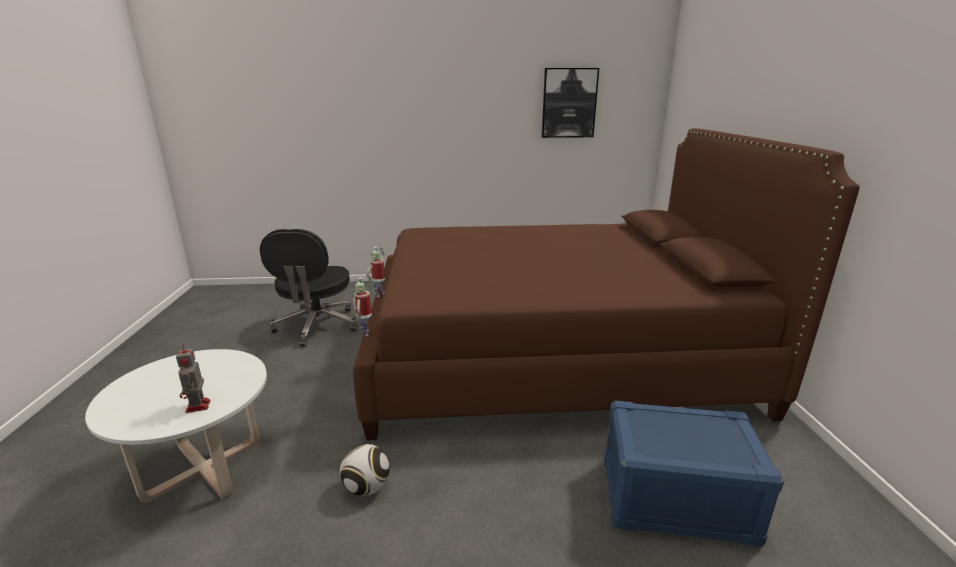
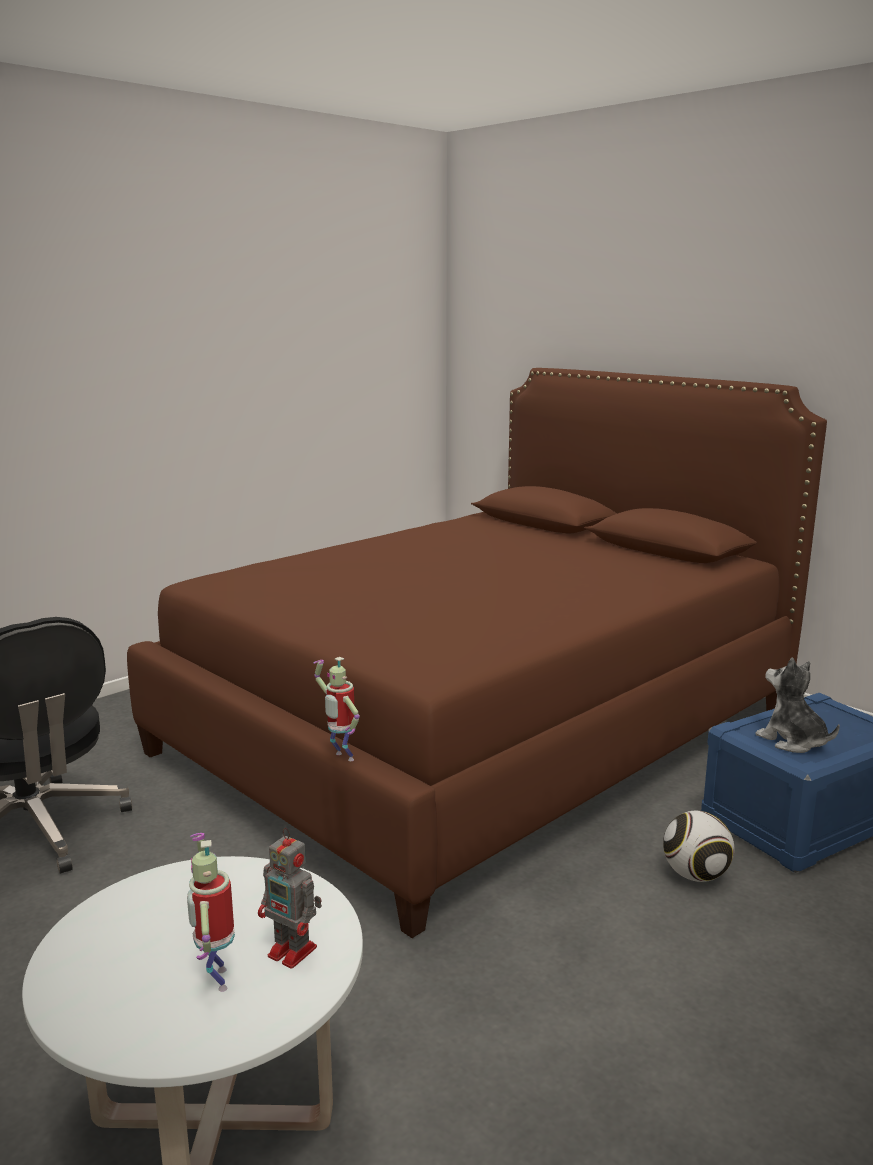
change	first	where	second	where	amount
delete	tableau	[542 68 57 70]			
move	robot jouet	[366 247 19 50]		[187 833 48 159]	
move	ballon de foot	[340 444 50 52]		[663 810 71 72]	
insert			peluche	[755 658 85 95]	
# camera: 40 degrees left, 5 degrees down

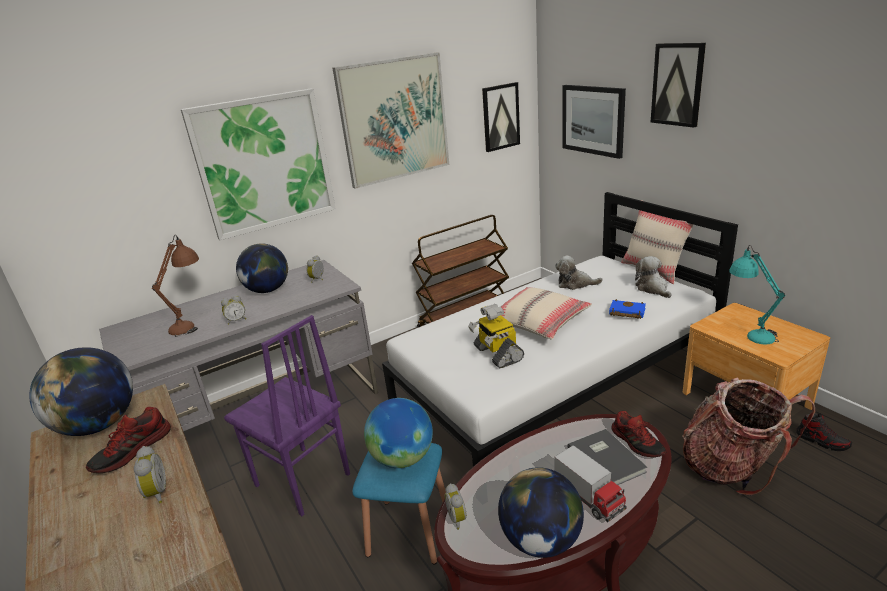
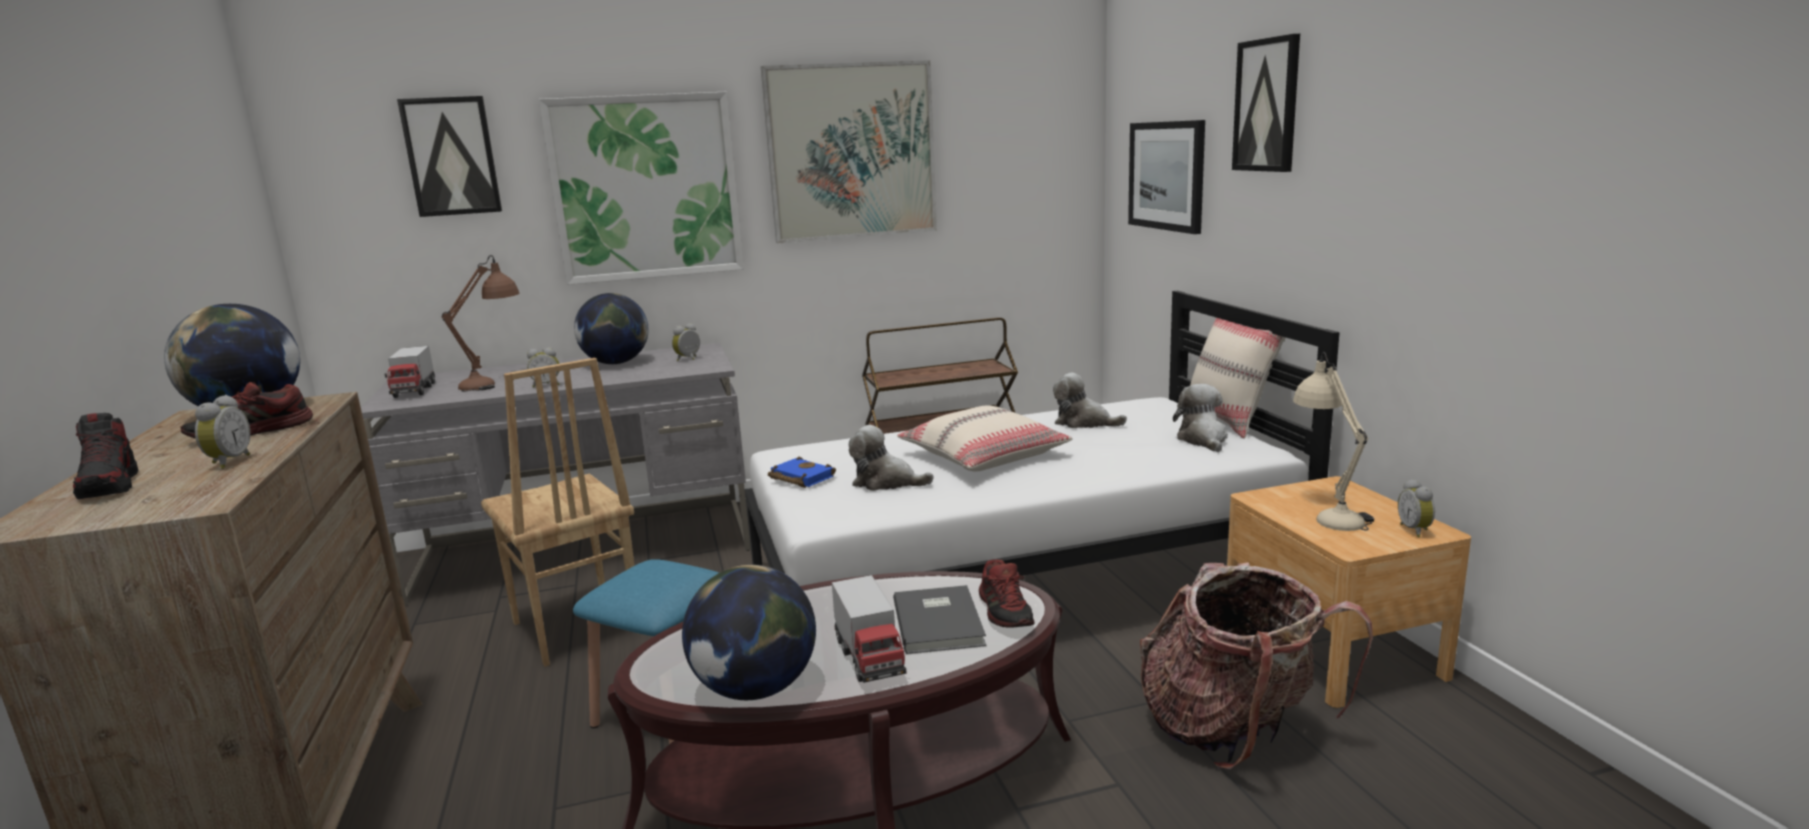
change	first	where	second	where	amount
move	tableau	[482 82 38 70]		[397 96 105 121]	
recolor	lampe de table (turquoise)	[729 245 56 100]	lampe de table (beige)	[1293 352 81 179]	
move	livre (bleu)	[609 299 37 20]		[768 456 68 32]	
replace	robot jouet	[468 304 56 64]	peluche	[849 425 85 66]	
recolor	chaise (violet)	[224 315 126 201]	chaise (marron)	[481 358 157 309]	
delete	globe	[364 398 69 70]			
move	chaussure	[796 413 56 38]		[73 413 65 86]	
move	réveil	[444 483 23 47]		[1398 479 37 58]	
insert			camion jouet	[384 346 51 52]	
# camera: 15 degrees right, 10 degrees down

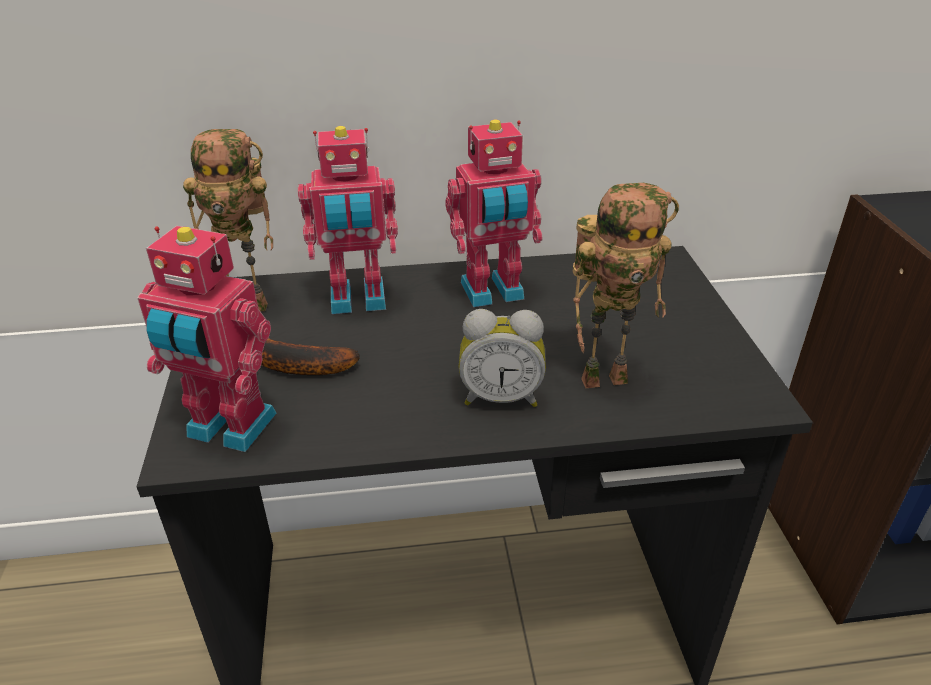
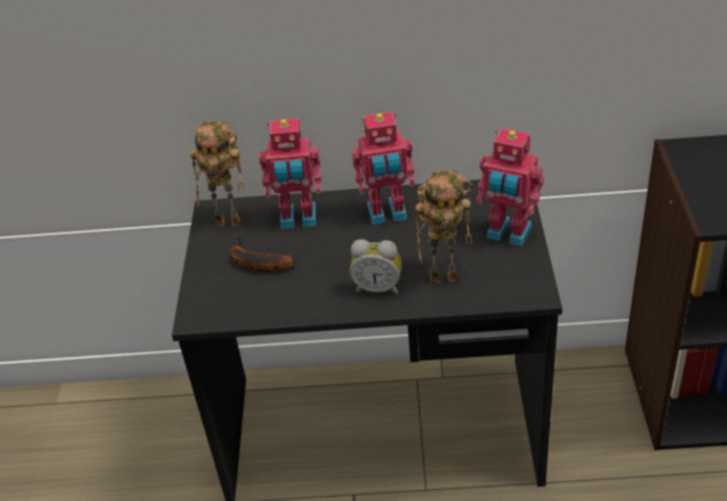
change	first	where	second	where	amount
move	robot jouet	[138 226 138 226]		[477 128 67 118]	
# camera: 10 degrees right, 5 degrees up

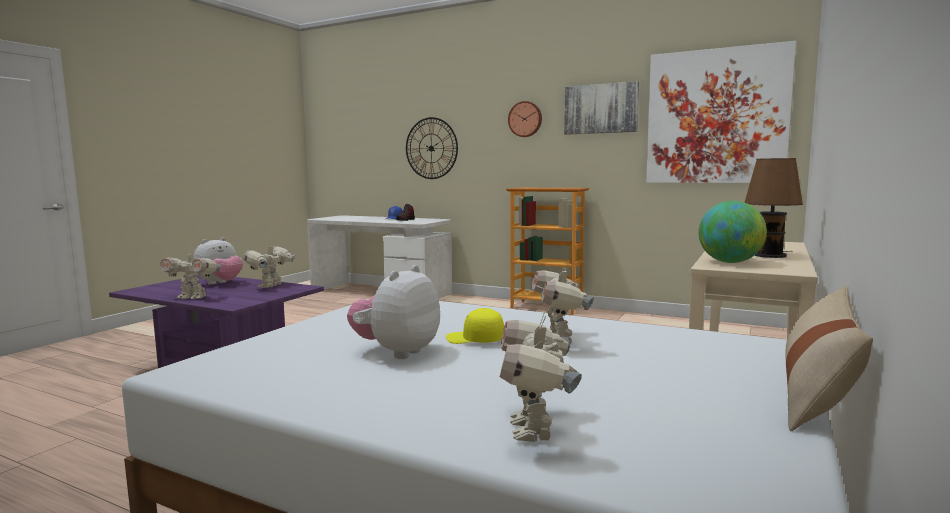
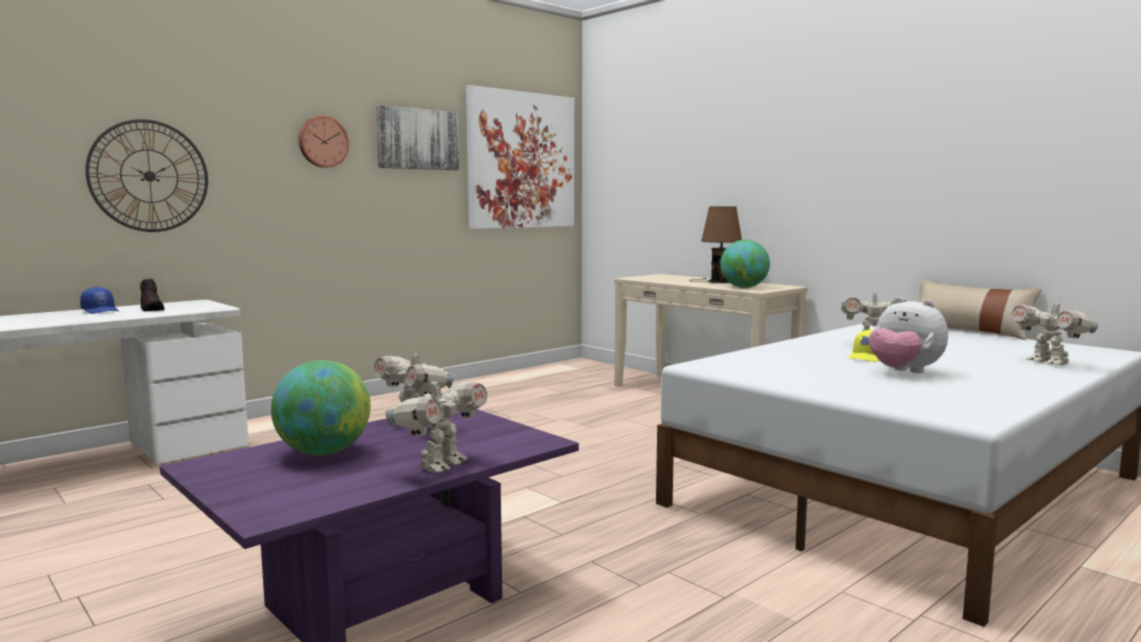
change	first	where	second	where	amount
delete	bibliothèque	[506 188 84 127]			
replace	peluche	[193 237 50 48]	globe	[271 360 99 95]	
rotate	robot jouet	[500 314 82 128]		[1011 297 88 68]	45 degrees clockwise
# camera: 70 degrees left, 0 degrees up

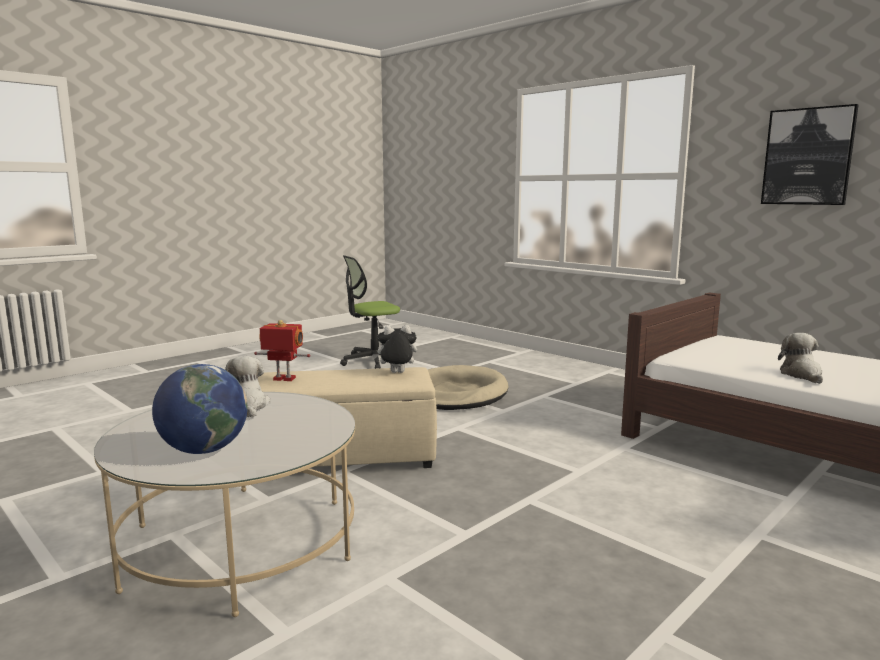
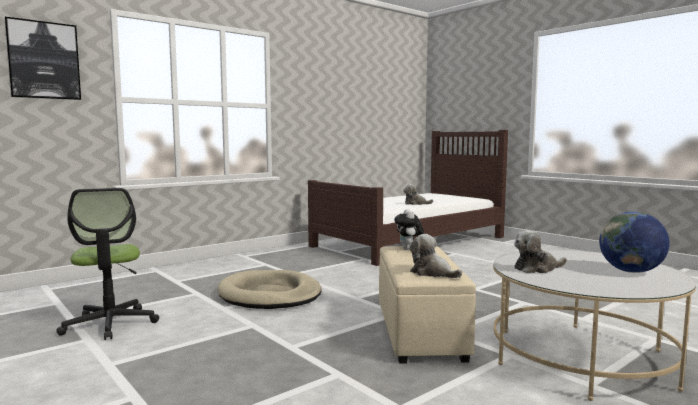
change	first	where	second	where	amount
move	tableau	[761 104 98 101]		[4 17 77 83]	
replace	robot jouet	[254 320 56 61]	peluche	[410 234 52 44]	
# camera: 85 degrees left, 5 degrees down

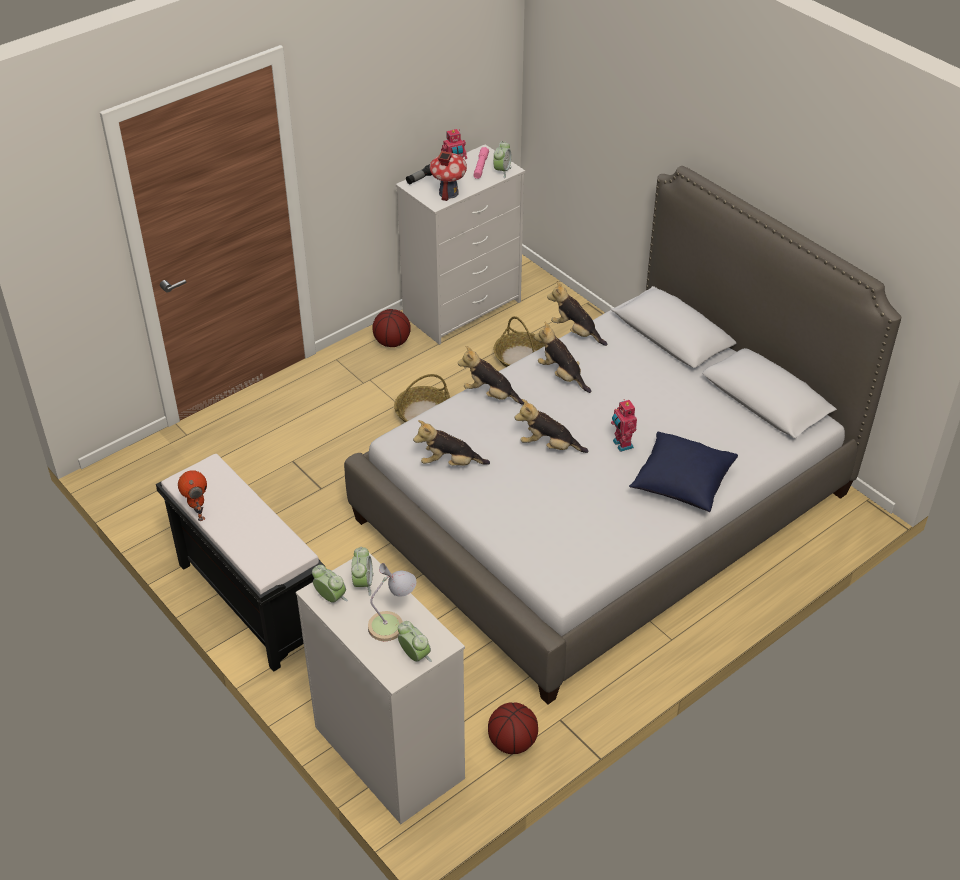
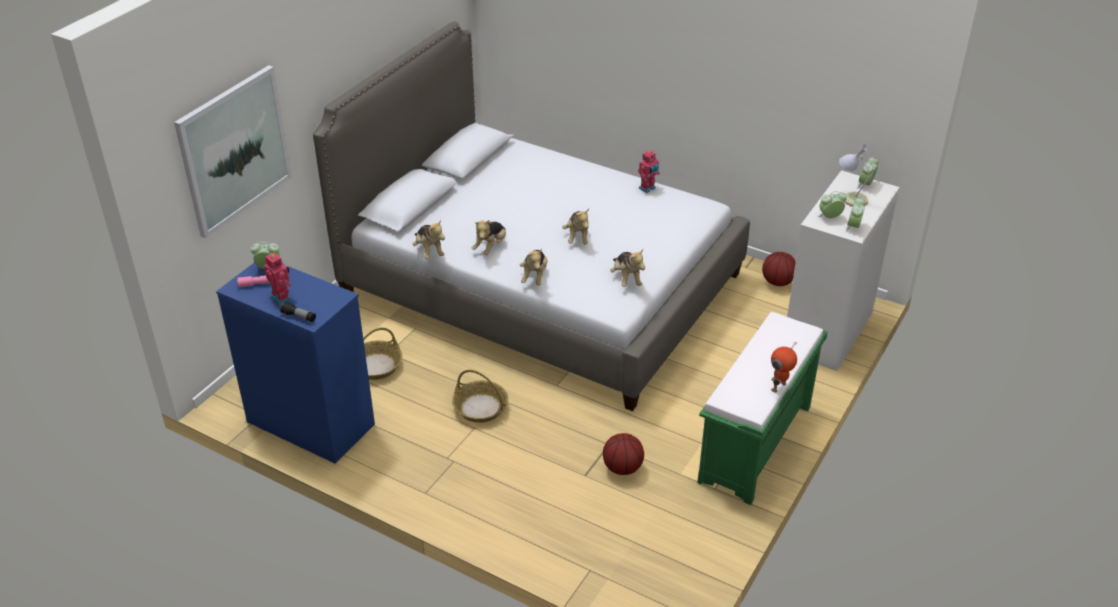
change	first	where	second	where	amount
recolor	commode (blanc)	[396 145 129 200]	commode (bleu)	[216 263 159 201]	
delete	maison miniature	[430 151 37 50]			
rotate	peluche	[547 281 60 65]		[412 220 33 39]	45 degrees counterclockwise
move	ballon de basket	[372 309 39 38]		[603 433 41 42]	
move	robot jouet	[611 399 26 53]		[638 150 22 43]	
delete	coussin (bleu)	[629 432 109 80]			
recolor	banc (noir)	[156 454 169 218]	banc (vert)	[697 312 131 193]	
insert			tableau	[174 65 118 174]	
# camera: 110 degrees left, 5 degrees down

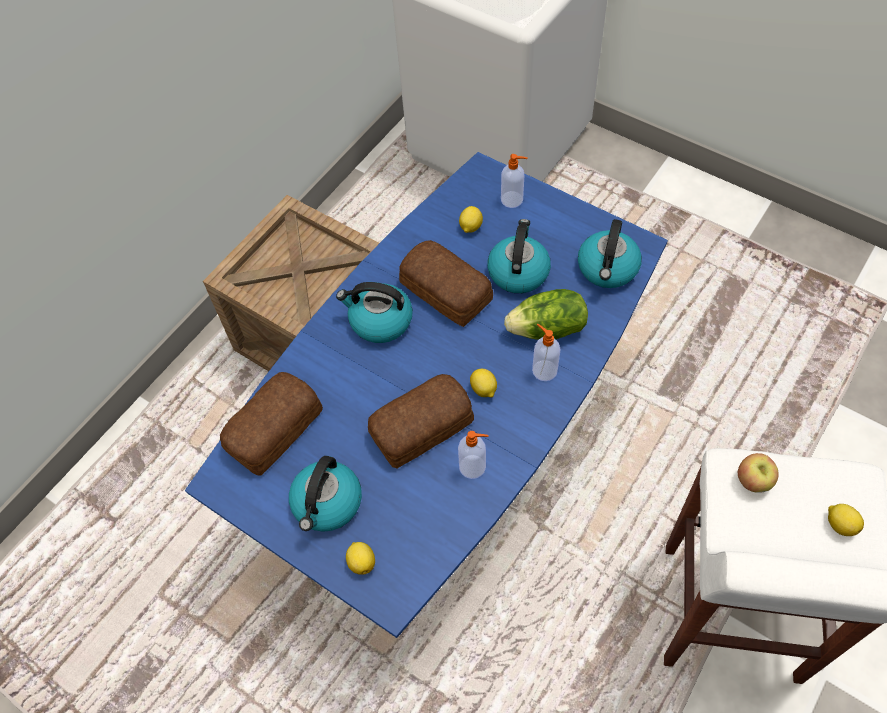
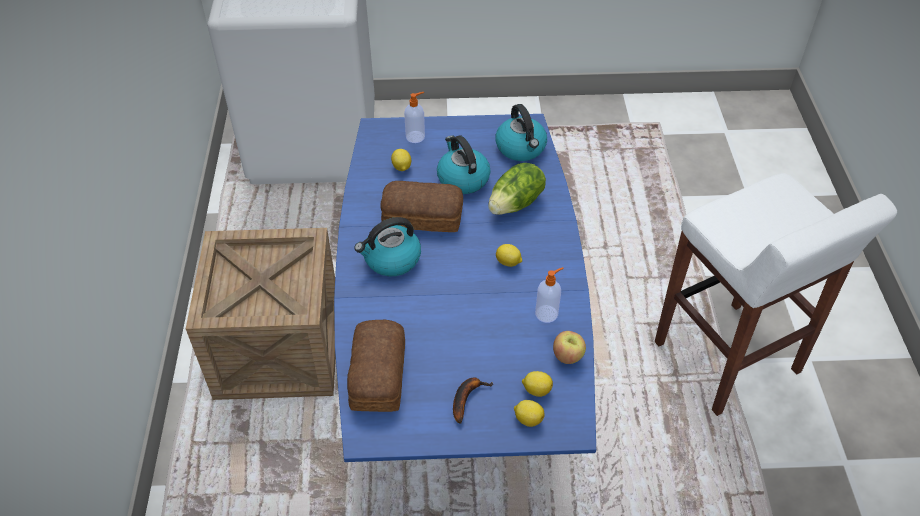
change	first	where	second	where	amount
delete	distributeur de savon	[532 324 29 57]			
delete	pain	[368 374 106 94]			
move	pomme	[738 453 41 40]		[553 331 33 33]	
replace	bouilloire	[289 456 73 76]	banane	[453 378 41 45]	
move	citron	[828 504 36 32]		[522 371 31 26]	
# camera: 40 degrees left, 10 degrees down

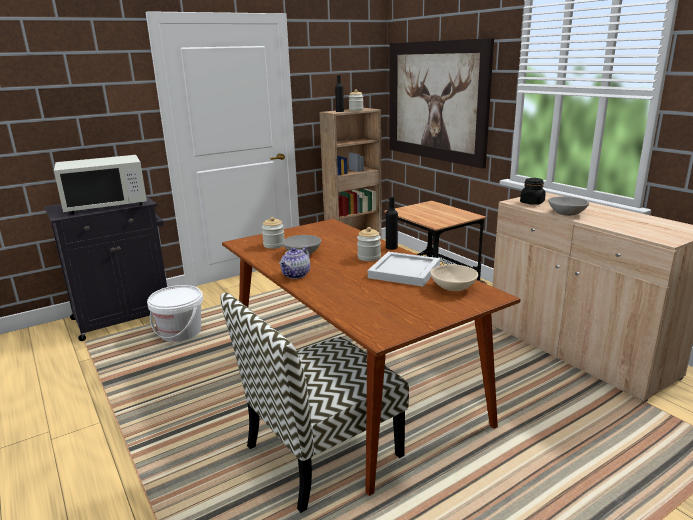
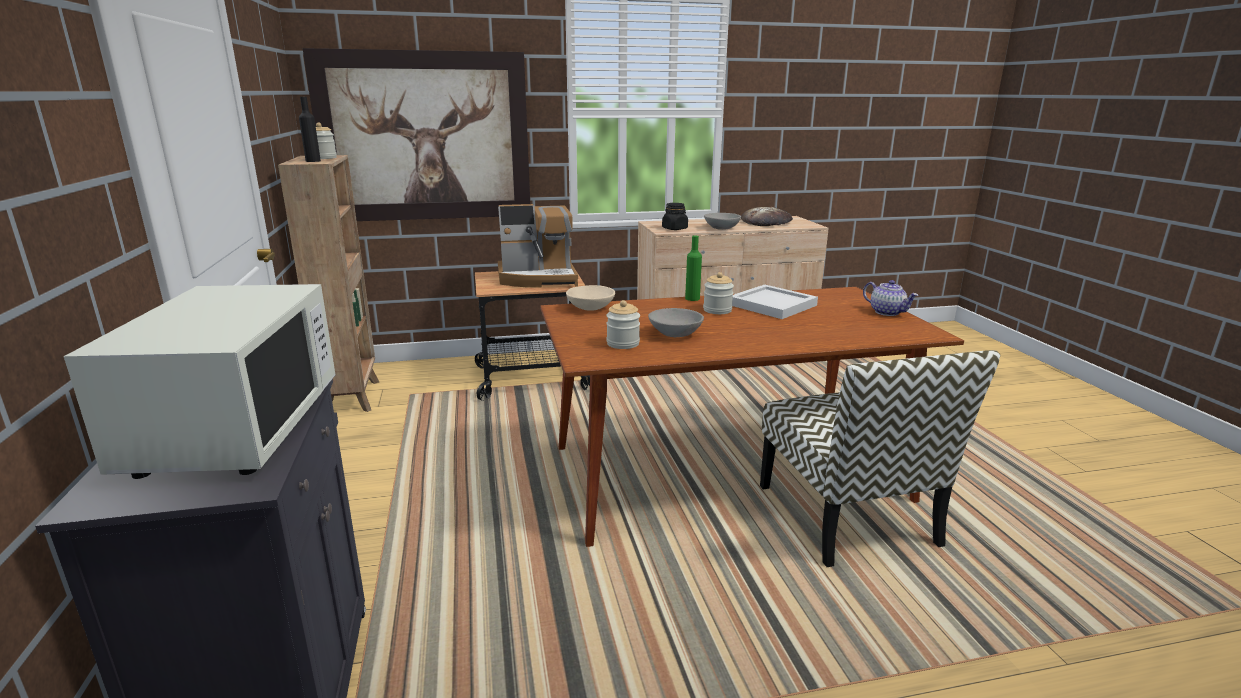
change	first	where	second	where	amount
recolor	bouteille (noir)	[386 196 12 54]	bouteille (vert)	[685 236 17 65]	
move	théière	[279 247 31 32]		[863 280 55 36]	
move	bol (beige)	[430 264 48 27]		[566 285 49 26]	
delete	seau (blanc)	[147 285 56 57]			
insert			machine à café	[498 204 80 84]	
insert			pain	[741 207 52 19]	
# camera: 70 degrees left, 0 degrees up

